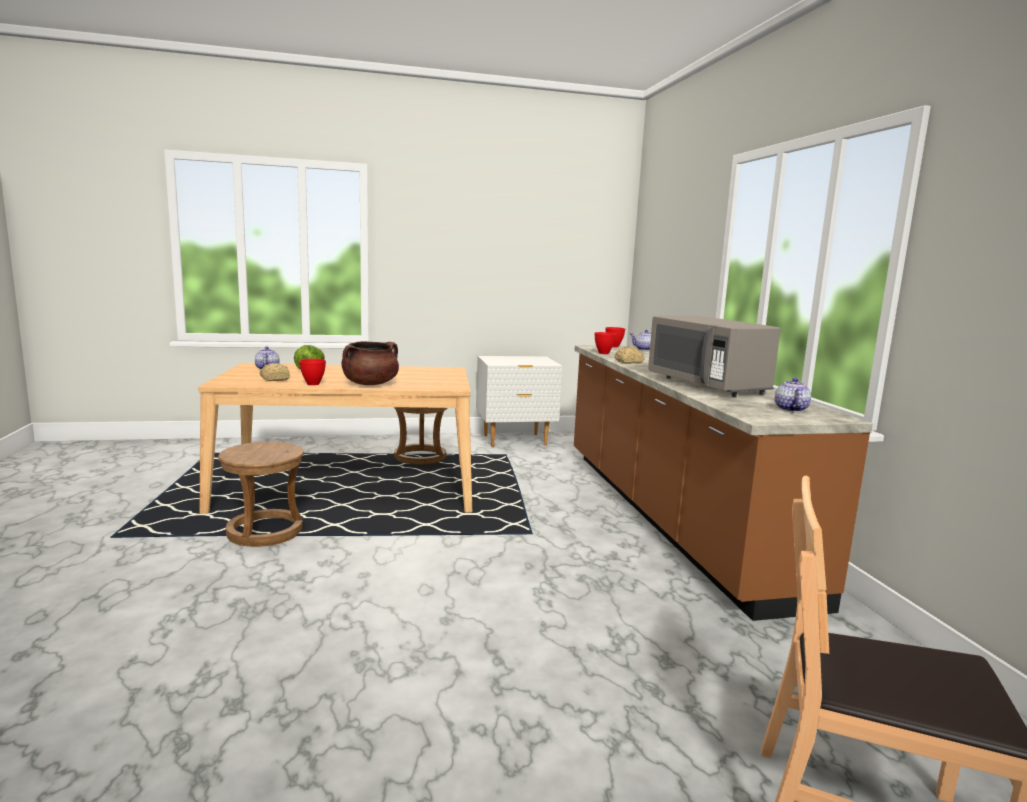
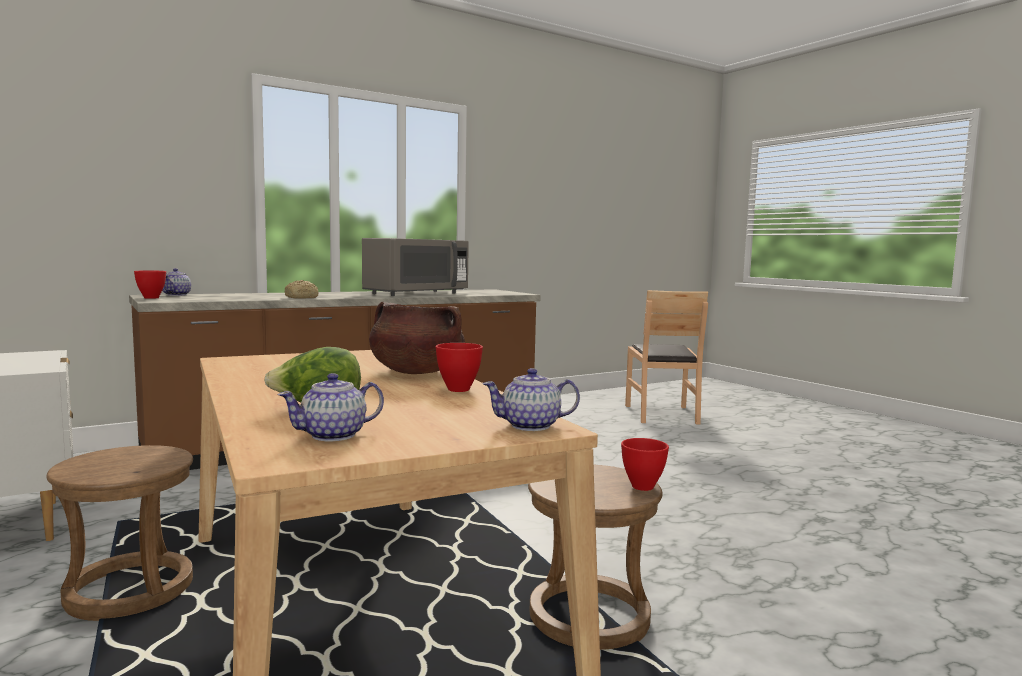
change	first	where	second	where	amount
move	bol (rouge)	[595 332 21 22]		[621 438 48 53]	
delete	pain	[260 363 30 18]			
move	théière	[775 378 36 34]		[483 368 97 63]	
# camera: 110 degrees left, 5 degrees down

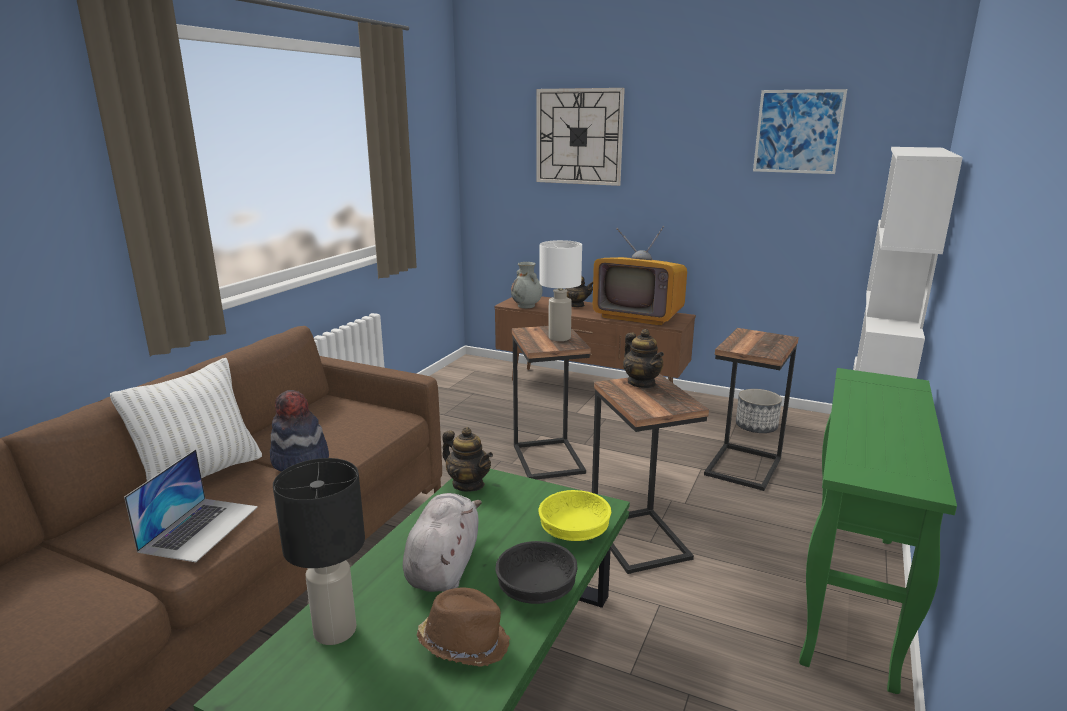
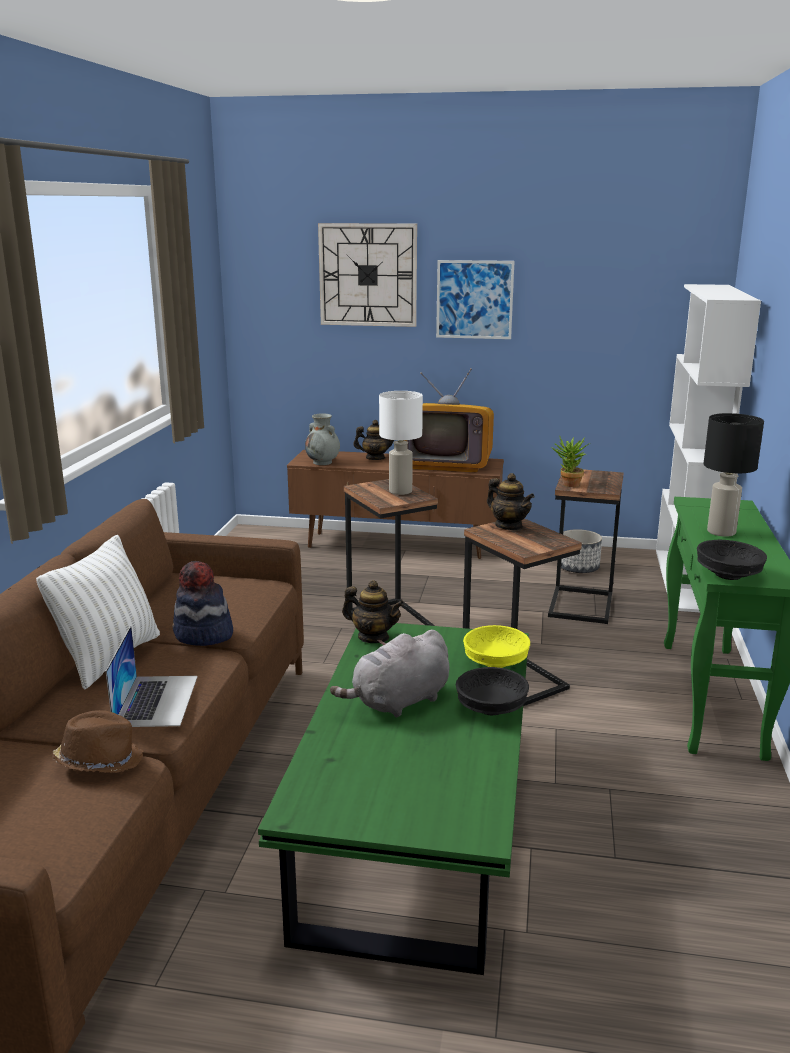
change	first	where	second	where	amount
move	tableau	[753 89 94 85]		[436 260 79 79]	
move	lampe de table (noir)	[273 458 92 187]		[703 413 61 124]	
rotate	peluche (gris)	[403 493 79 99]		[330 630 119 88]	120 degrees counterclockwise
move	chapeau (marron)	[417 587 94 80]		[52 710 92 63]	
insert			plante en pot	[551 435 40 52]	
insert			bol (noir)	[697 540 70 40]	
# camera: 15 degrees left, 0 degrees up

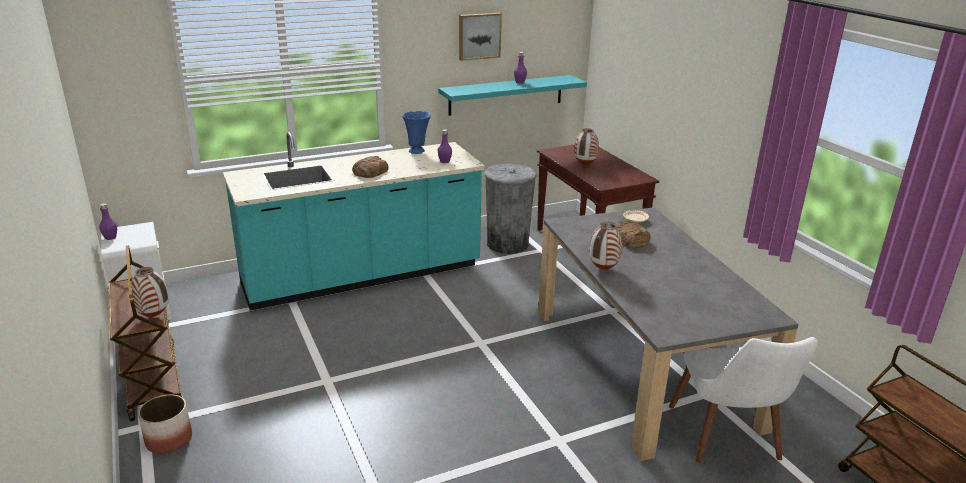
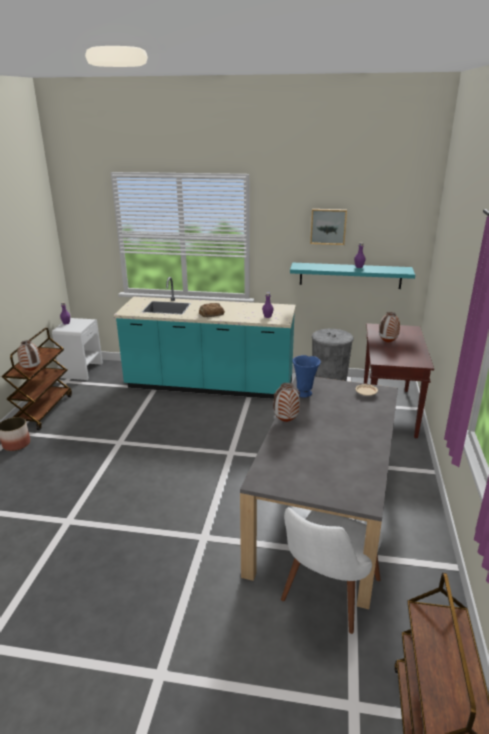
change	first	where	second	where	amount
move	vase (bleu)	[402 111 29 43]		[292 355 29 43]	
delete	pain	[616 221 35 28]			
# camera: 35 degrees right, 0 degrees up

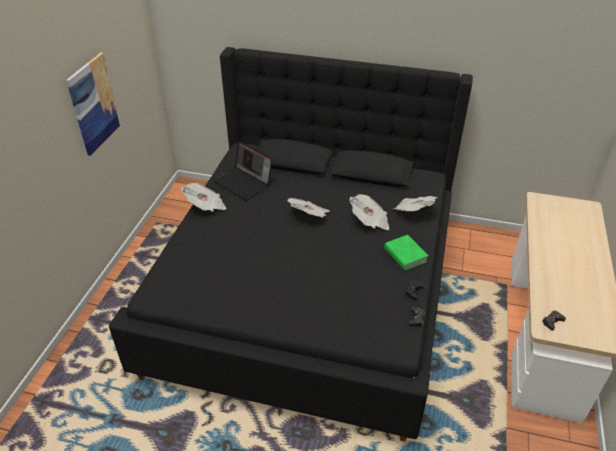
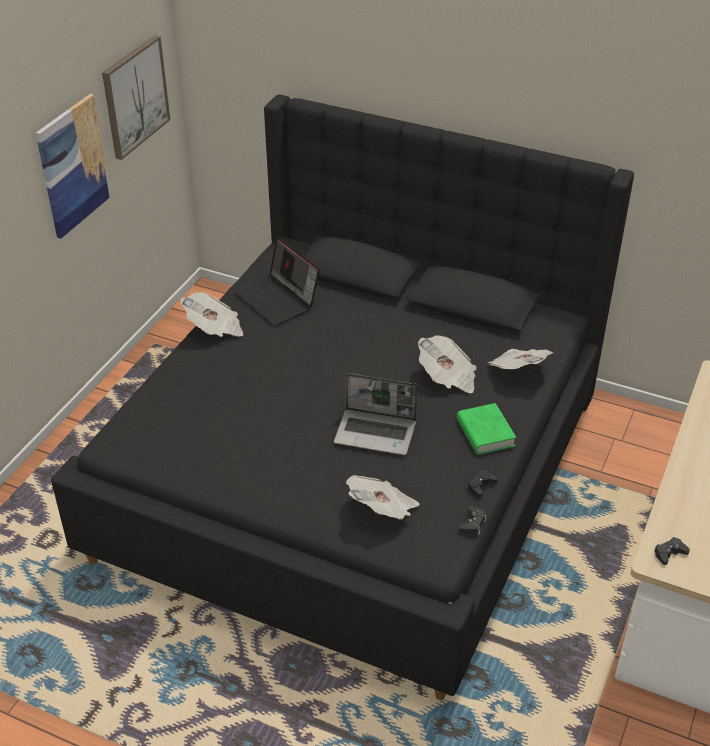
change	first	where	second	where	amount
move	journal	[287 198 42 19]		[346 475 74 45]	
insert			tableau	[102 35 68 125]	
insert			ordinateur portable	[334 373 84 82]	
# camera: 10 degrees right, 0 degrees up

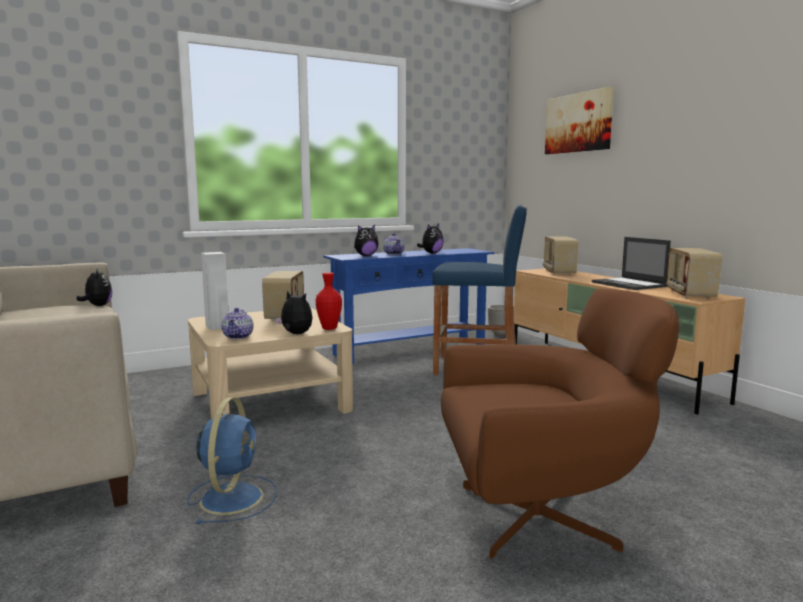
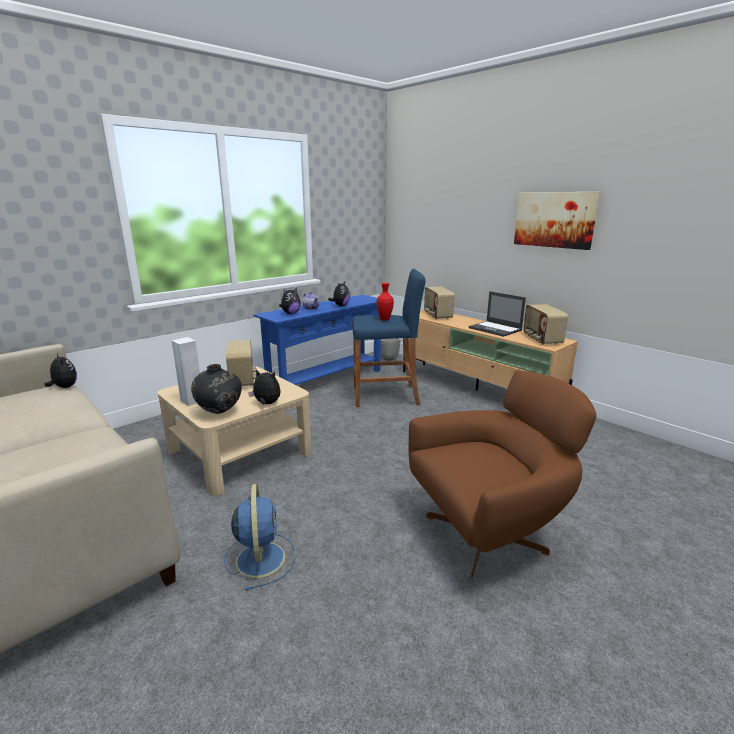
change	first	where	second	where	amount
move	tableau	[545 87 69 67]		[514 192 86 58]	
move	vase (rouge)	[316 272 26 58]		[377 283 17 37]	
replace	théière	[222 308 31 31]	vase (noir)	[191 364 51 50]	
# camera: 15 degrees left, 10 degrees up

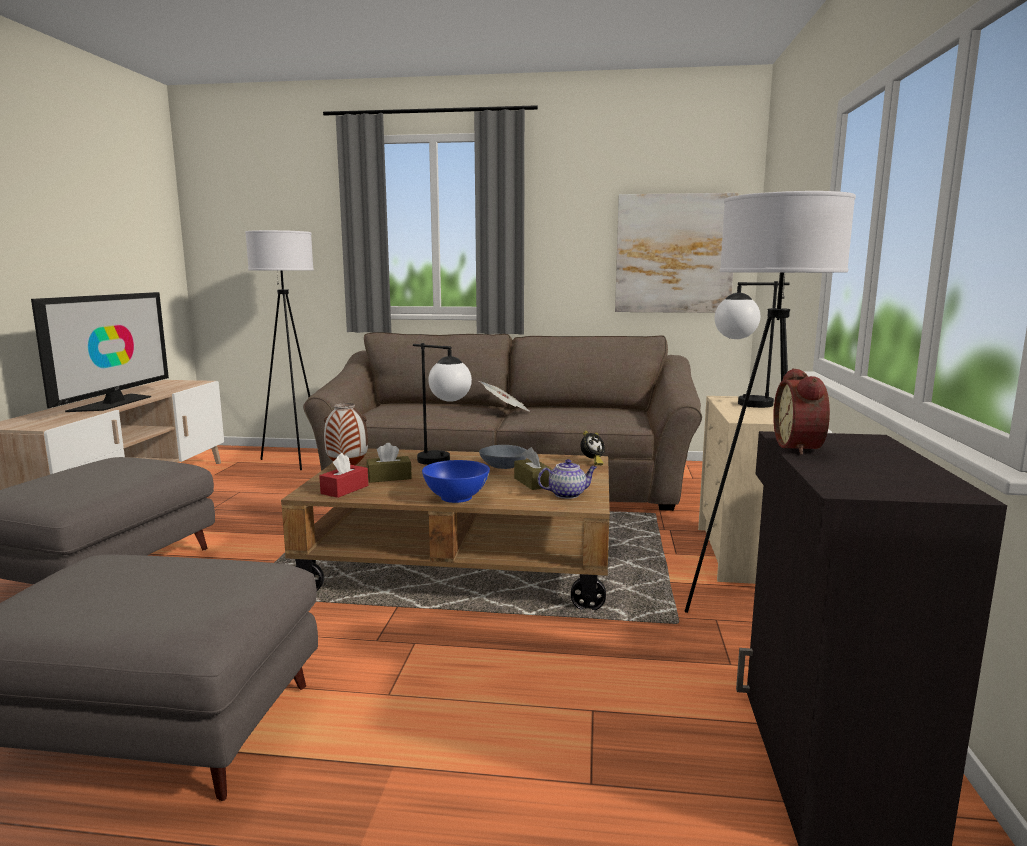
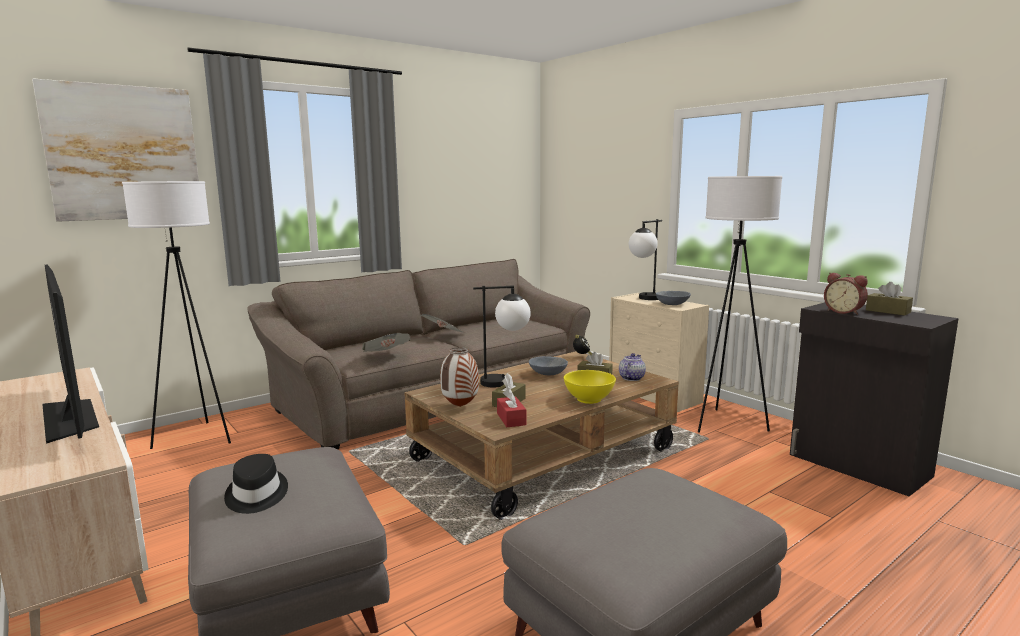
change	first	where	second	where	amount
move	tableau	[615 193 124 120]		[32 78 167 144]	
recolor	bol (bleu)	[422 460 68 43]	bol (jaune)	[564 370 52 34]	
insert			boîte à mouchoirs (marron)	[866 282 47 34]	
insert			bol (gris)	[656 291 35 14]	
insert			journal	[362 333 49 19]	
insert			chapeau (noir)	[224 454 64 60]	
# camera: 45 degrees left, 0 degrees up

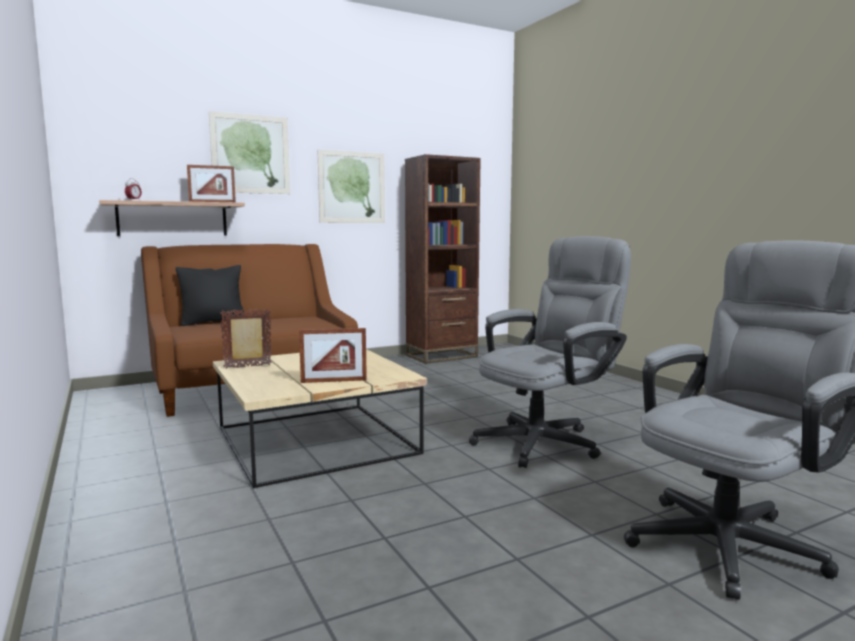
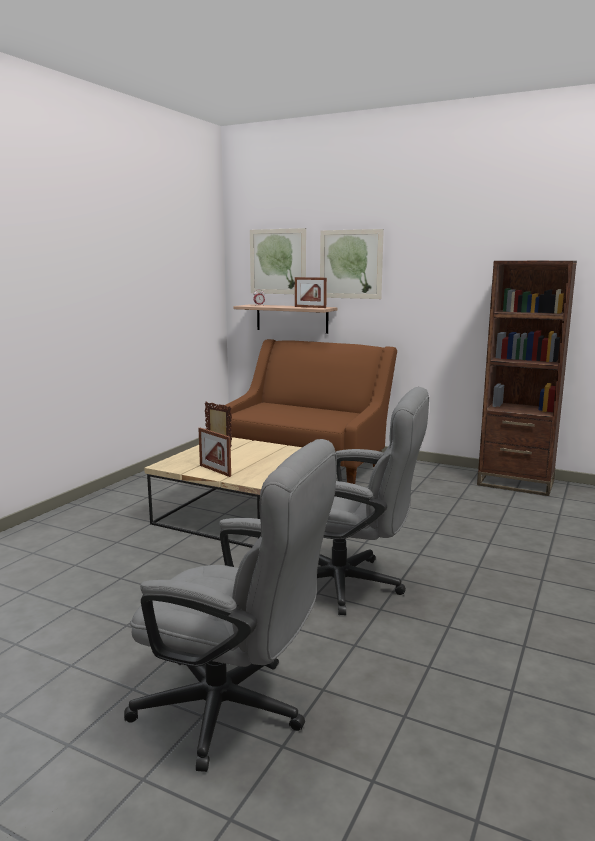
change	first	where	second	where	amount
move	tableau	[317 149 68 74]		[250 228 56 66]	
delete	coussin (noir)	[176 265 68 61]			
# camera: 55 degrees right, 5 degrees up

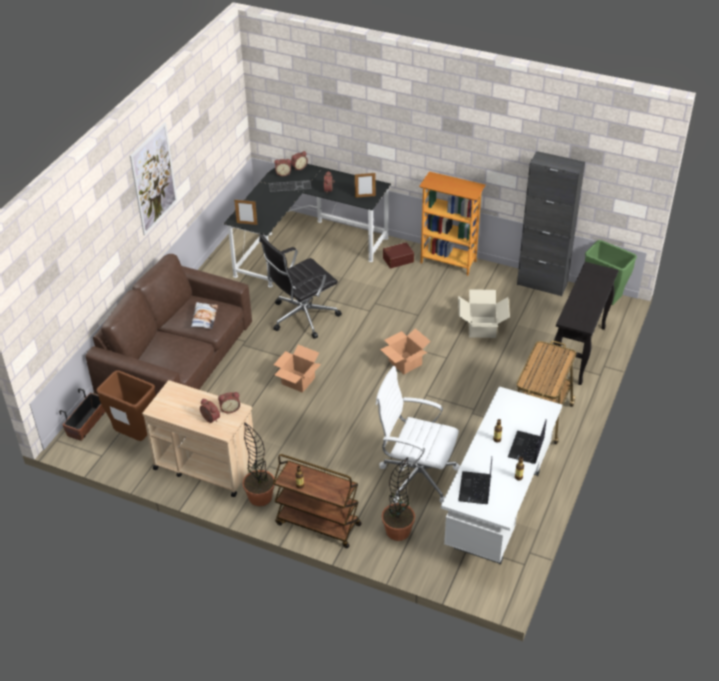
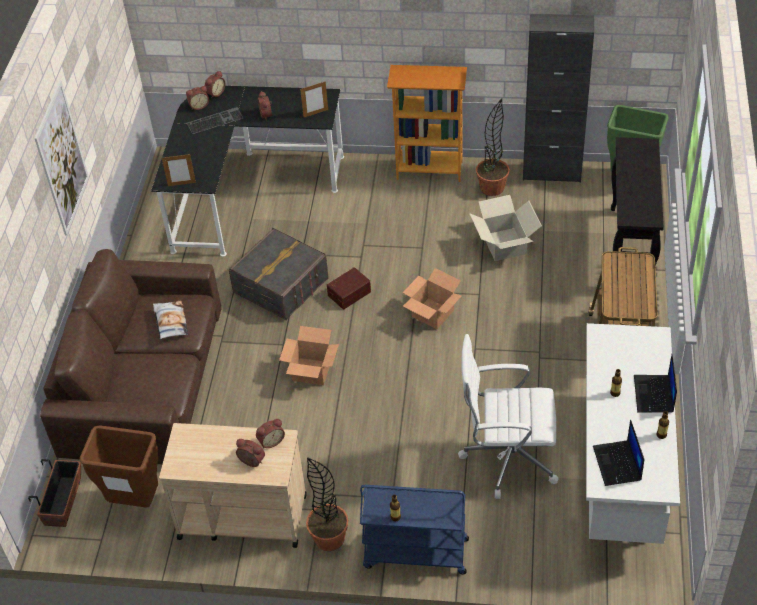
change	first	where	second	where	amount
replace	chaise de bureau (noir)	[259 234 83 105]	boîte de rangement (gris)	[229 228 100 92]	
move	boîte de rangement (marron)	[383 242 31 26]		[327 267 44 42]	
recolor	chariot (marron)	[273 454 89 94]	chariot (bleu)	[360 485 109 89]	
move	plante en pot	[382 457 33 84]		[476 99 34 97]	
# camera: 15 degrees left, 5 degrees up

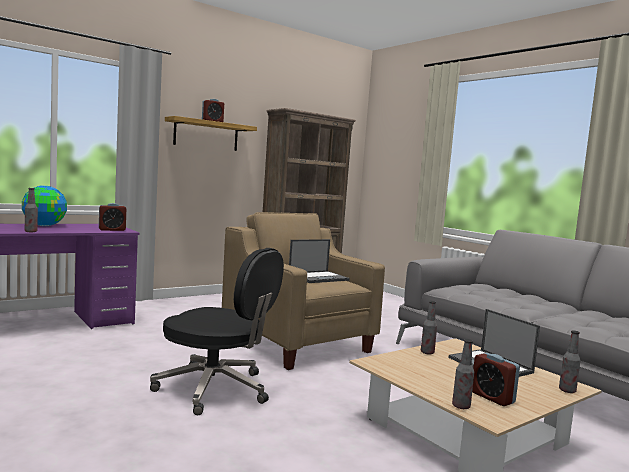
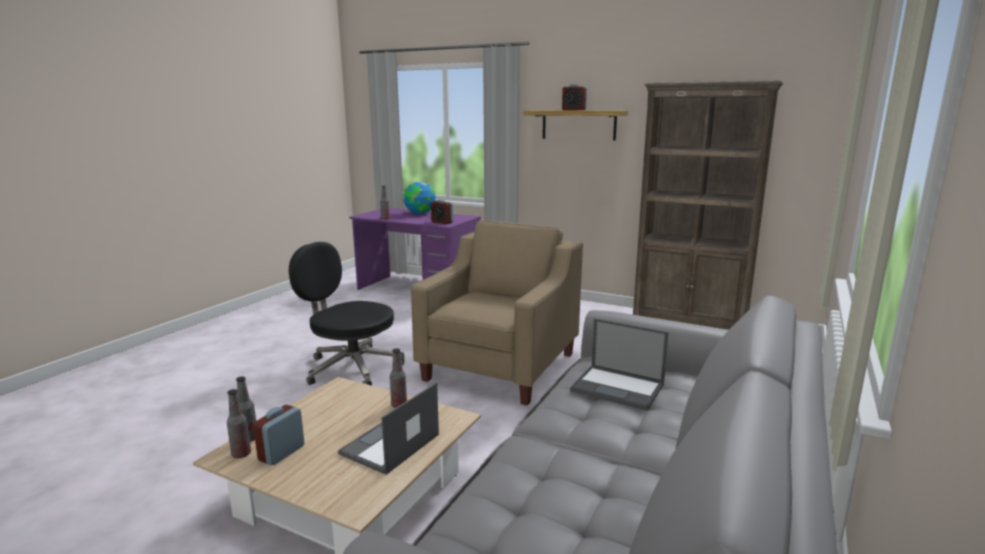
change	first	where	second	where	amount
move	ordinateur portable	[289 239 61 44]		[570 318 99 93]	
rotate	chaise de bureau (noir)	[150 248 134 167]		[289 242 116 144]	120 degrees clockwise
move	bouteille	[559 330 21 63]		[227 389 24 69]	
# camera: 65 degrees right, 10 degrees up

